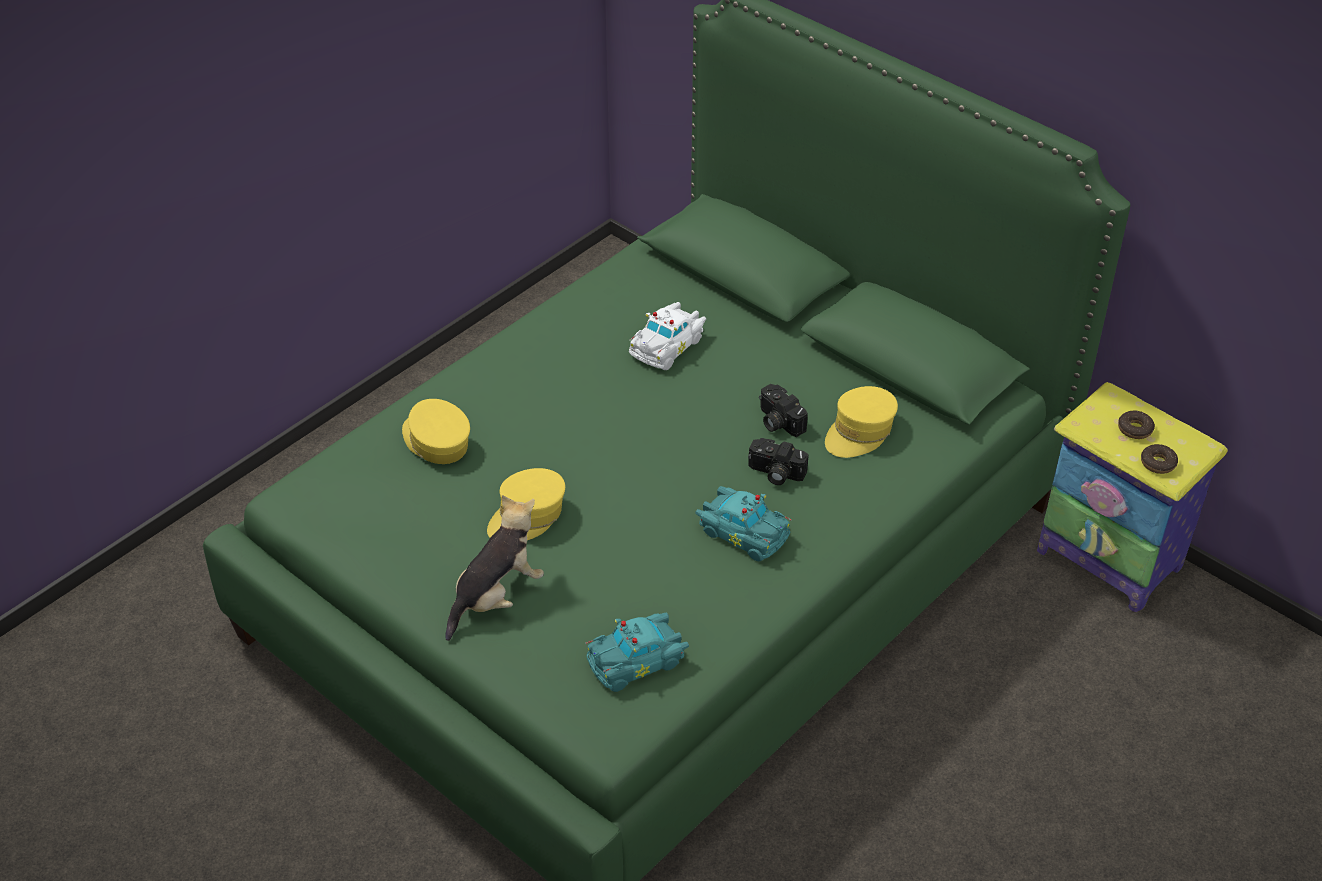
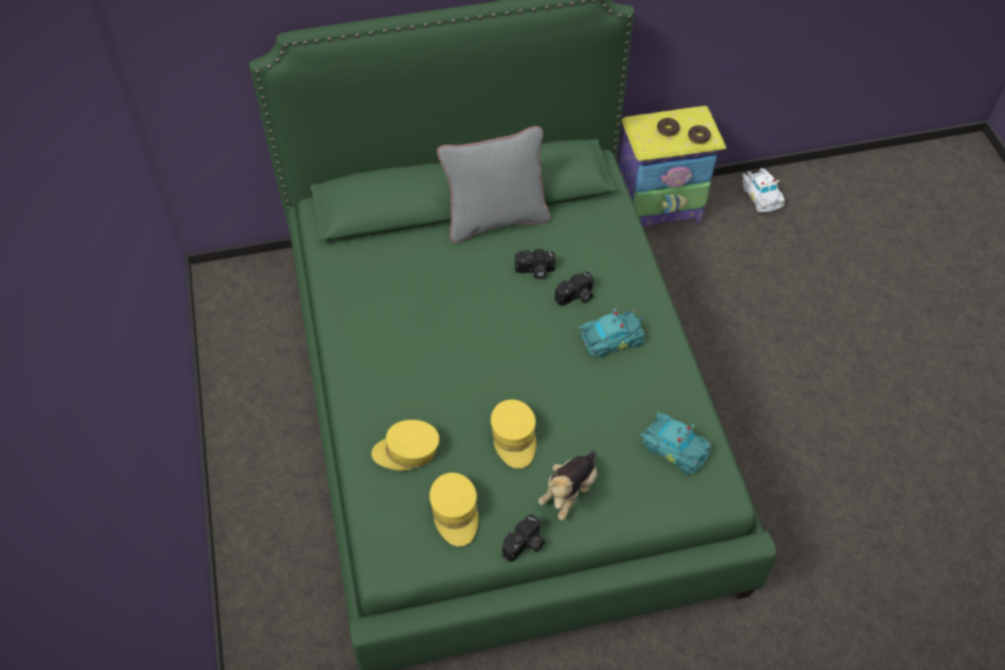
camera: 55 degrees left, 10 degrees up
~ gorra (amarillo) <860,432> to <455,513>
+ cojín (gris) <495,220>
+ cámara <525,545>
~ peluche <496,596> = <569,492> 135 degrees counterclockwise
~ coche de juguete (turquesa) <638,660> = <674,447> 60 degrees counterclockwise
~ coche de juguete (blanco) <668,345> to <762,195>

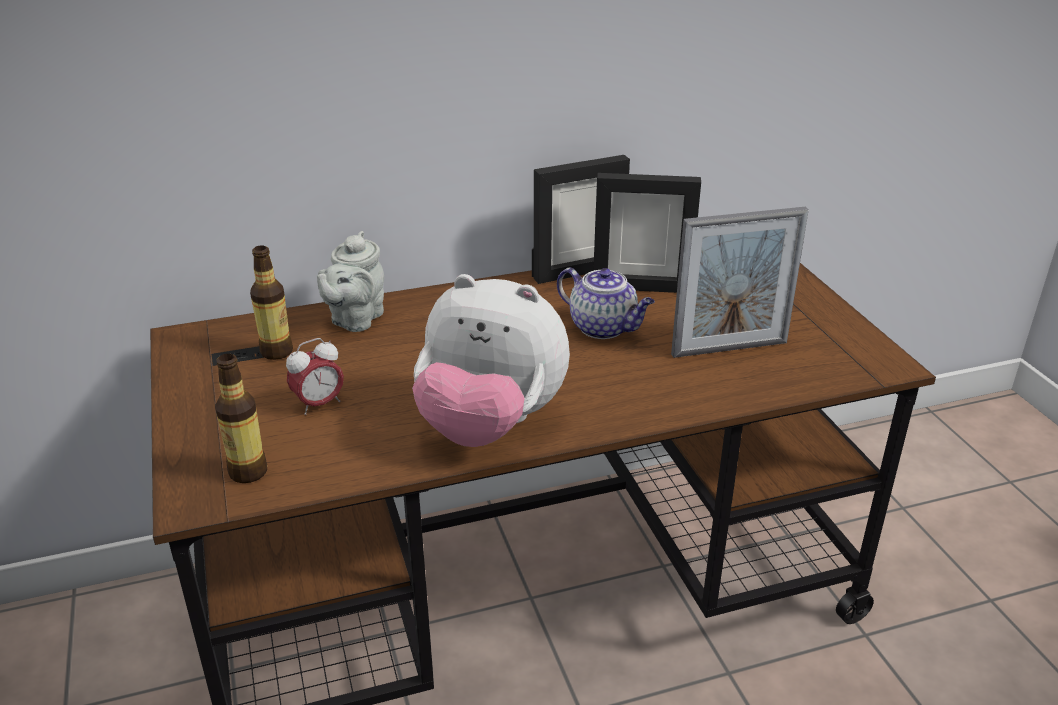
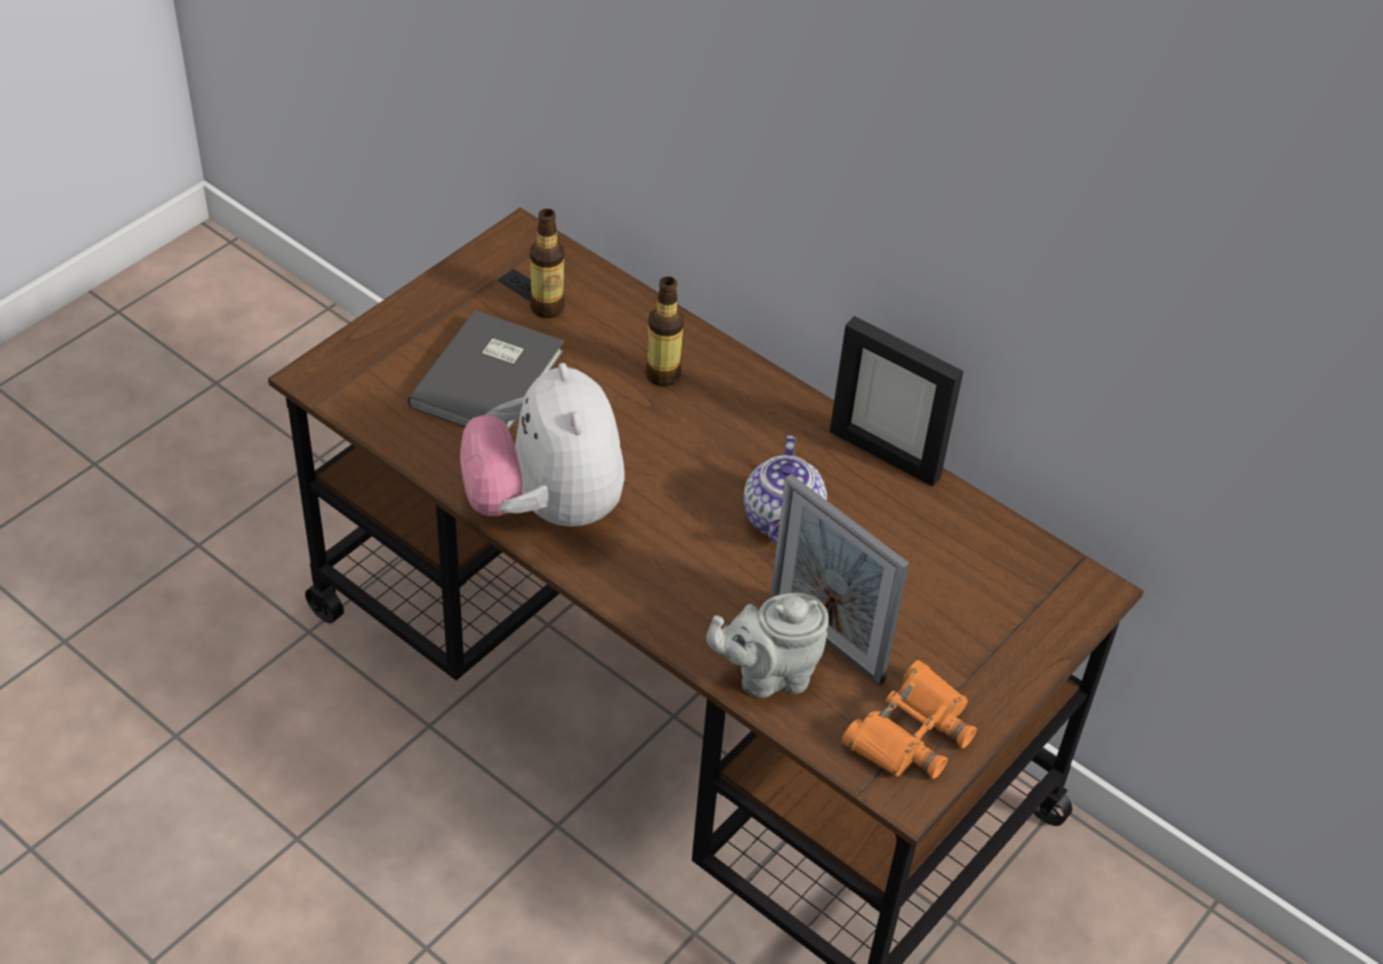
camera: 55 degrees right, 15 degrees up
~ despertador <319,404> to libro (gris) <492,378>
~ botella <248,472> to <663,375>
~ tetera (gris) <355,320> to <768,675>
+ prismáticos (naranja) <911,732>
- portarretratos <641,286>

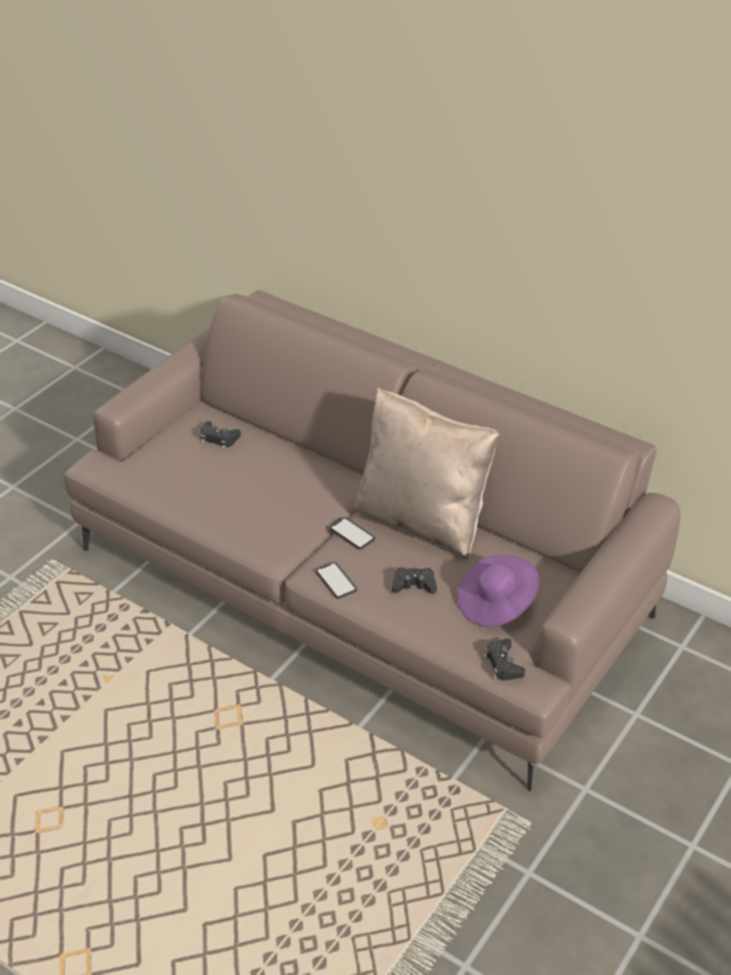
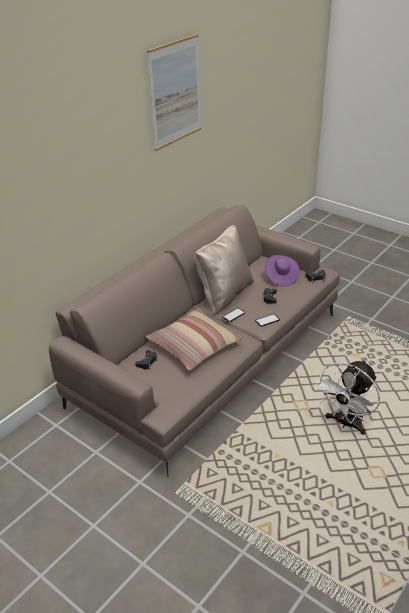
camera: 85 degrees left, 5 degrees down
+ cojín <194,345>
+ cuadro <175,92>
+ ventilador (blanco) <346,423>

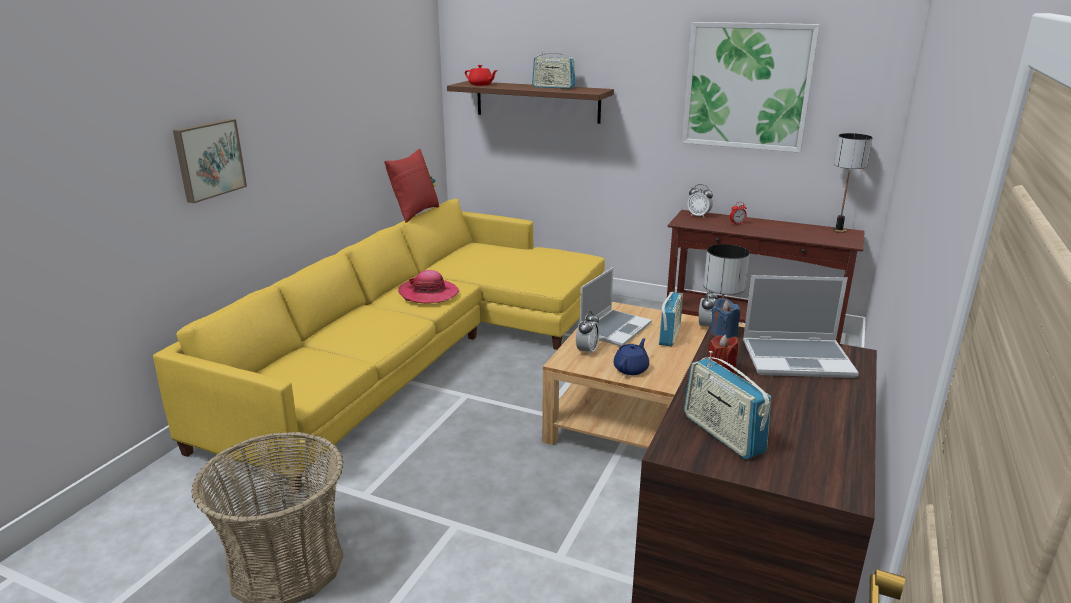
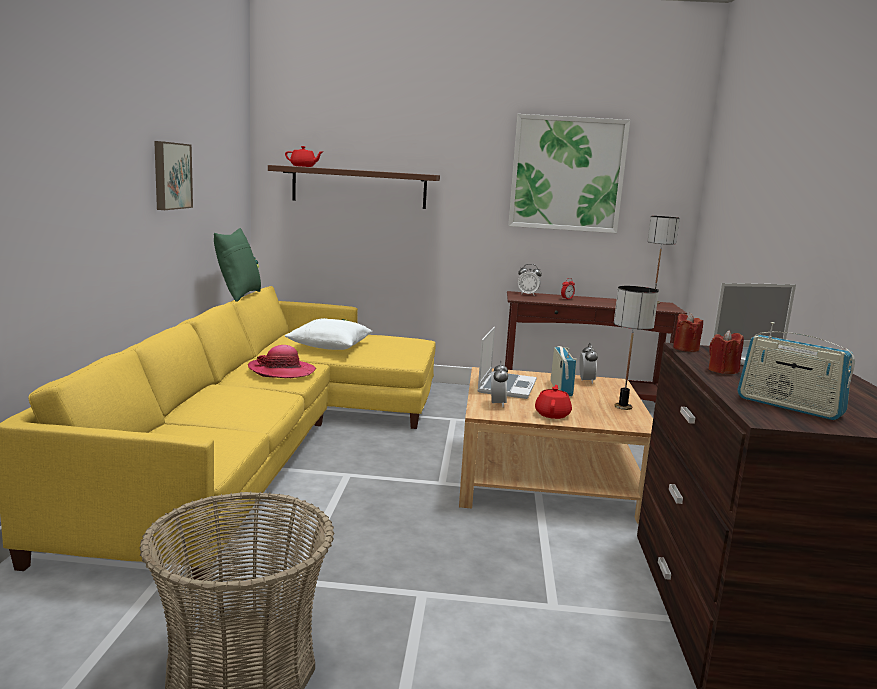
camera: 20 degrees left, 10 degrees down
~ cuadro <208,159> to <170,175>
~ cojín (rojo) <415,214> to cojín (verde) <239,296>
+ cojín (blanco) <330,346>
~ tetera (azul) <631,369> to tetera (rojo) <552,414>
~ vela (azul) <723,334> to vela (rojo) <685,348>
- radio <553,87>

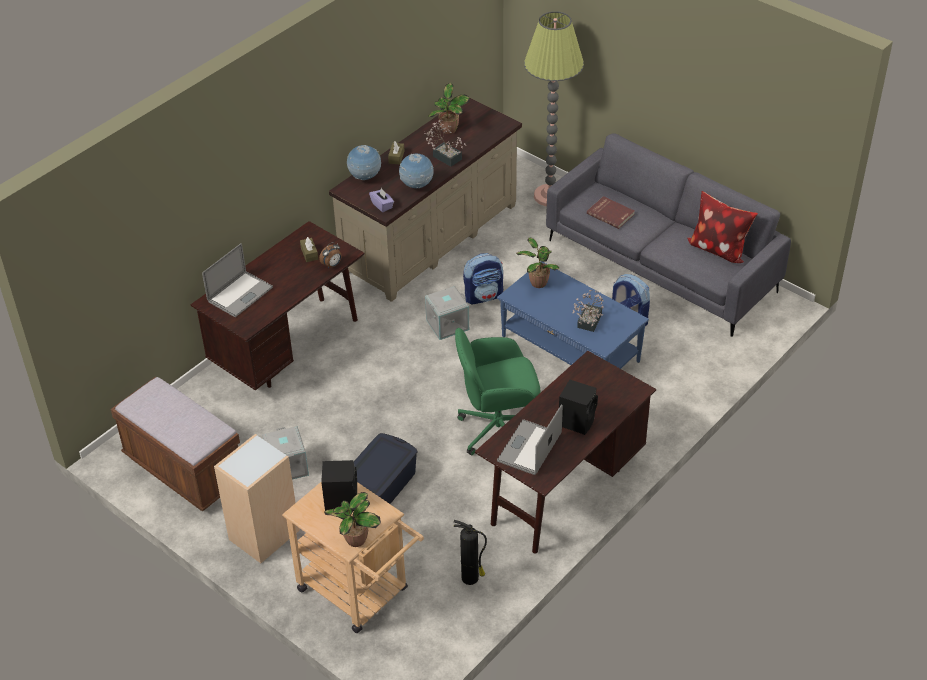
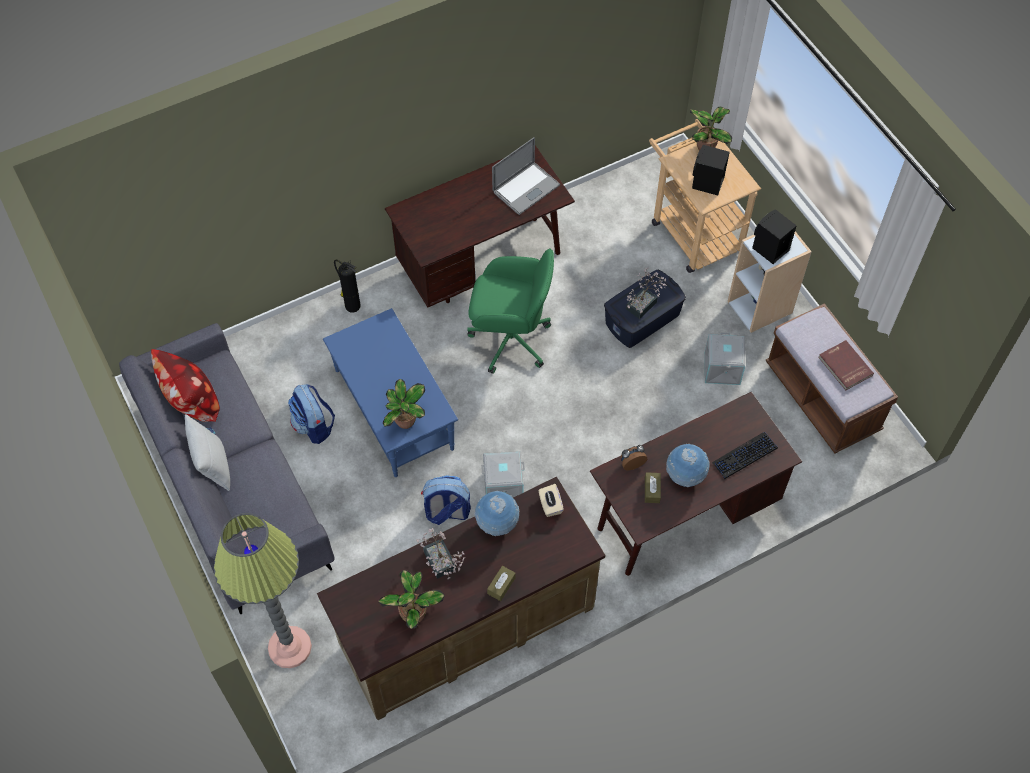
camera: 160 degrees left, 15 degrees up
+ cojín (gris) <213,467>
~ extintor <471,578> to <352,305>
~ caja de pañuelos (morado) <382,205> to caja de pañuelos (beis) <550,505>
~ planta en maceta <588,323> to <644,303>
~ globo terráqueo <365,177> to <685,476>
~ portátil <240,294> to teclado <744,456>
~ altavoz (negro) <577,421> to <769,249>
~ libro (rojo) <611,213> to <844,366>

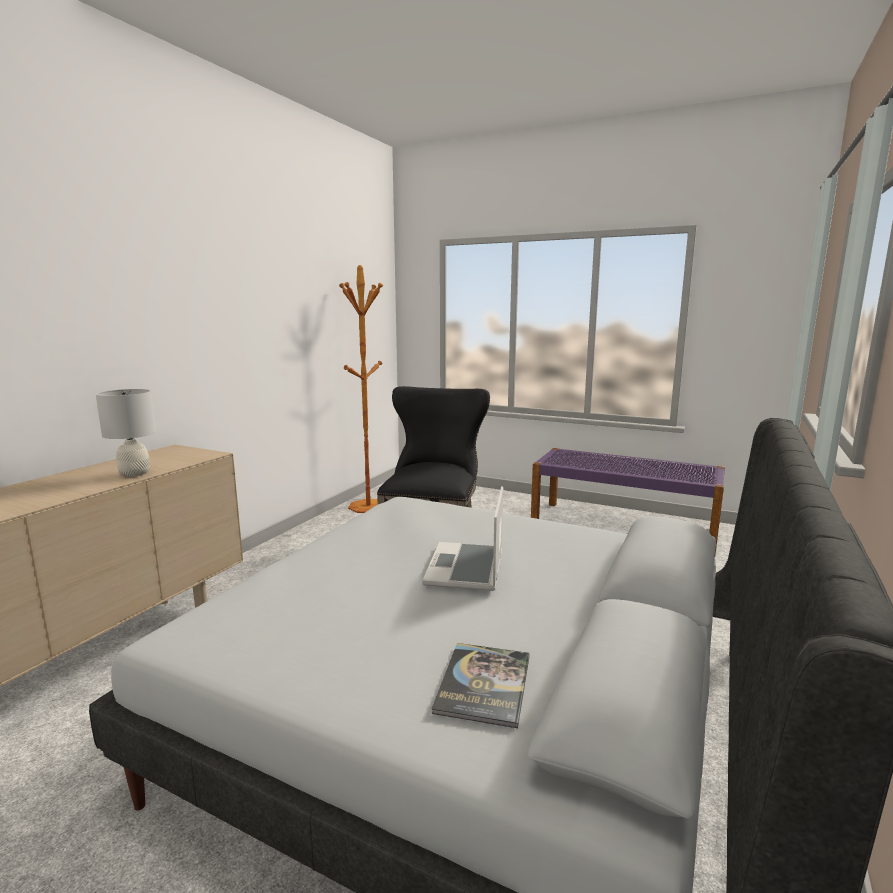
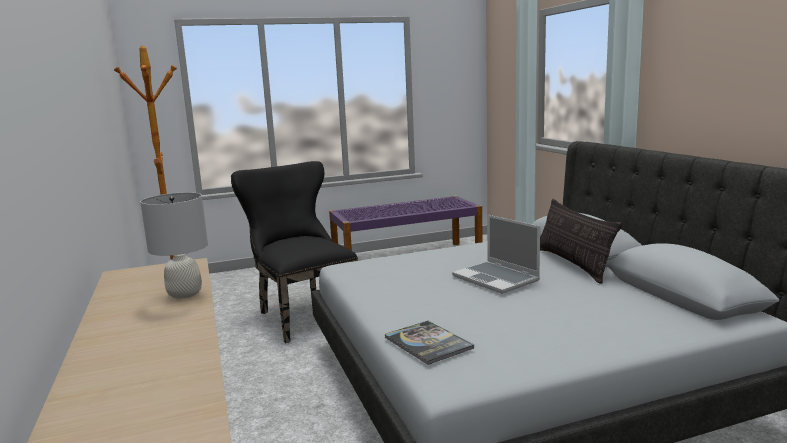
camera: 45 degrees left, 0 degrees up
~ libro <484,684> to <428,343>
+ cojín <572,264>

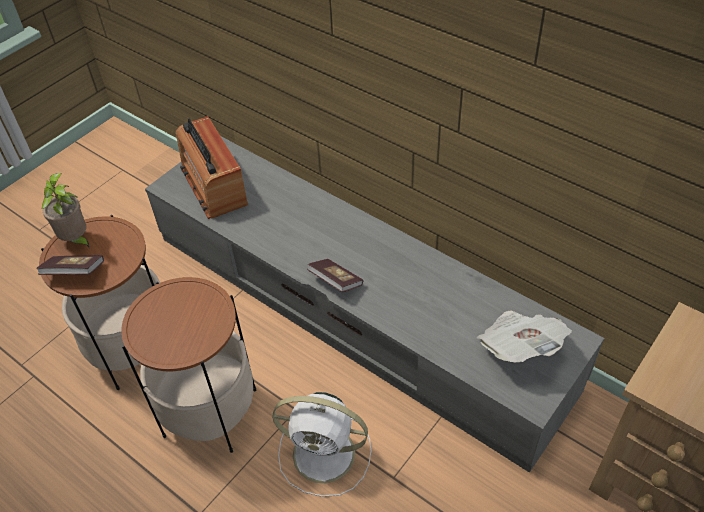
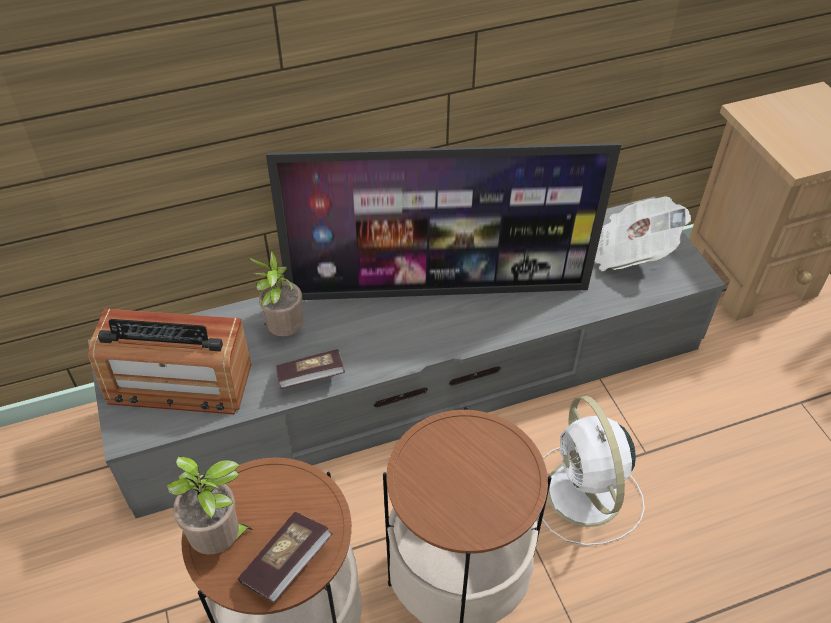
camera: 60 degrees left, 0 degrees up
+ planta en maceta <284,331>
+ televisor <439,291>
~ libro <335,282> to <311,377>
~ ventilador (blanco) <327,454> = <585,496> 120 degrees clockwise

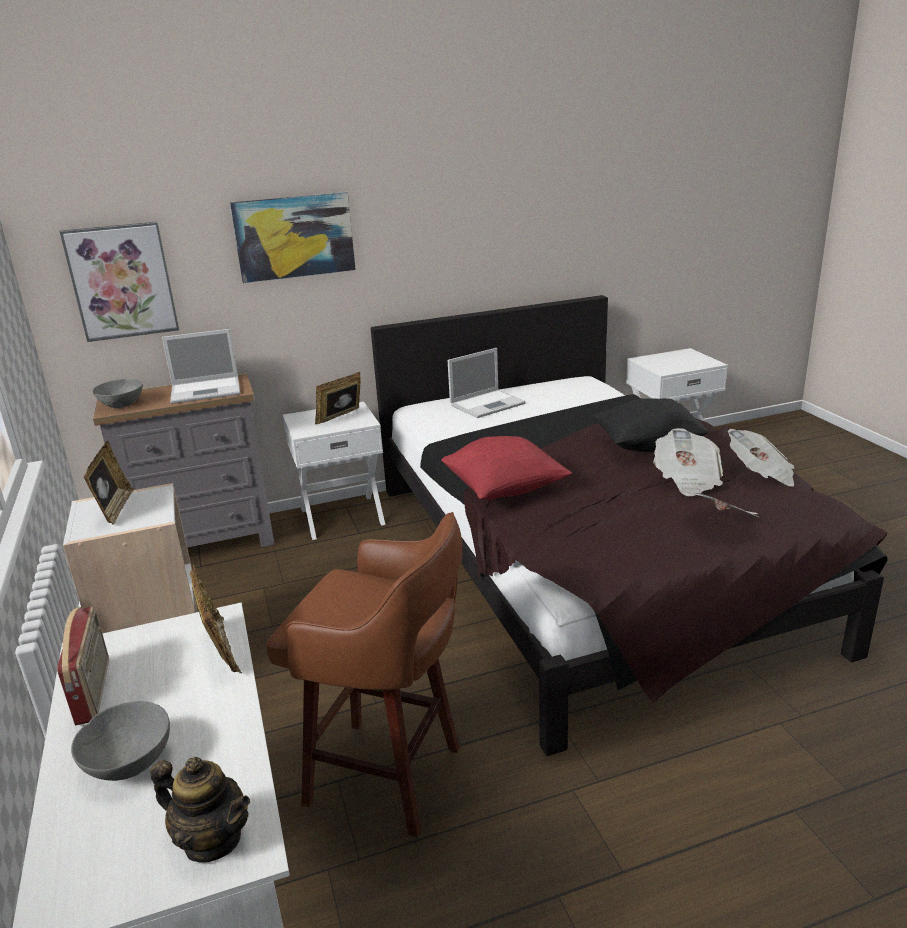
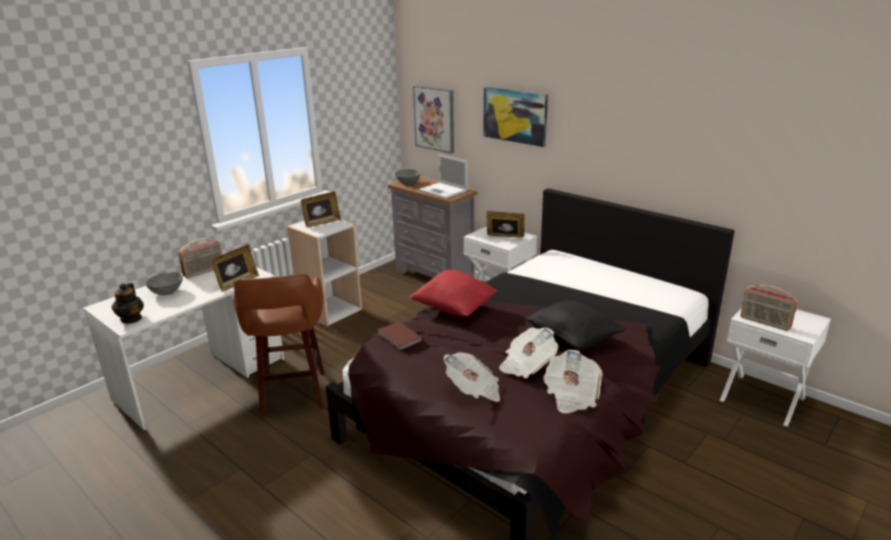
camera: 60 degrees right, 0 degrees up
+ libro (marrón) <399,338>
+ radio <764,322>
- portátil <488,404>

